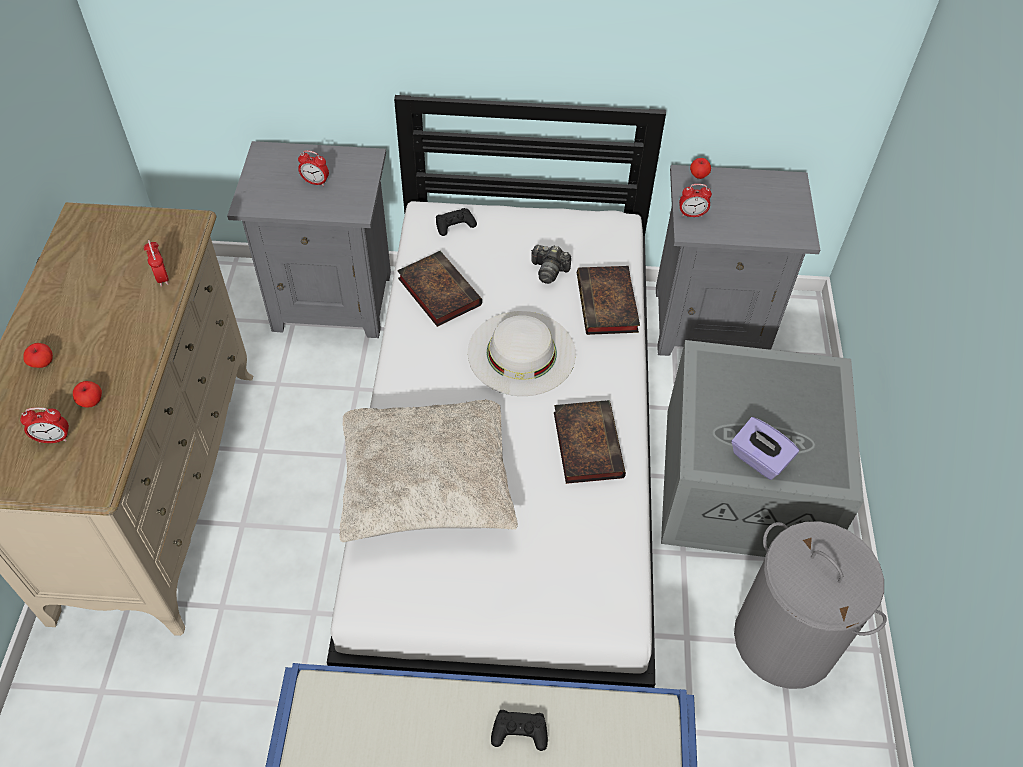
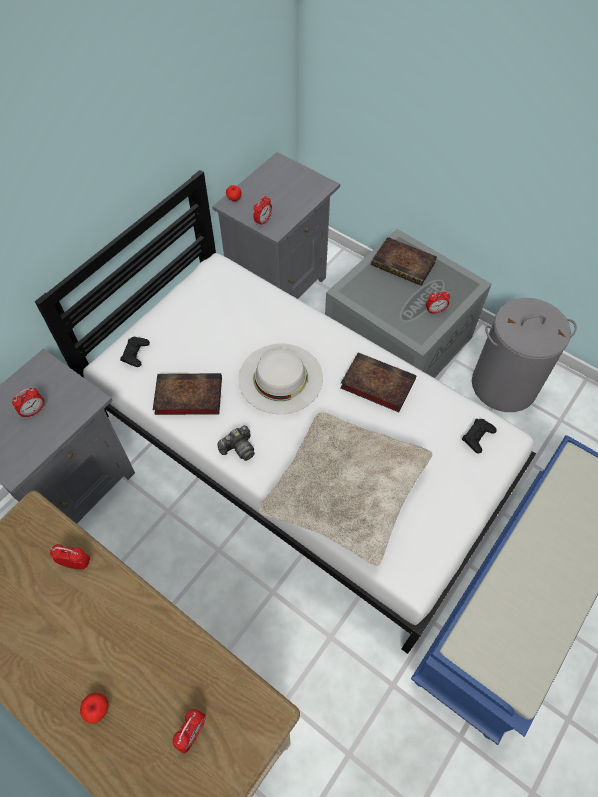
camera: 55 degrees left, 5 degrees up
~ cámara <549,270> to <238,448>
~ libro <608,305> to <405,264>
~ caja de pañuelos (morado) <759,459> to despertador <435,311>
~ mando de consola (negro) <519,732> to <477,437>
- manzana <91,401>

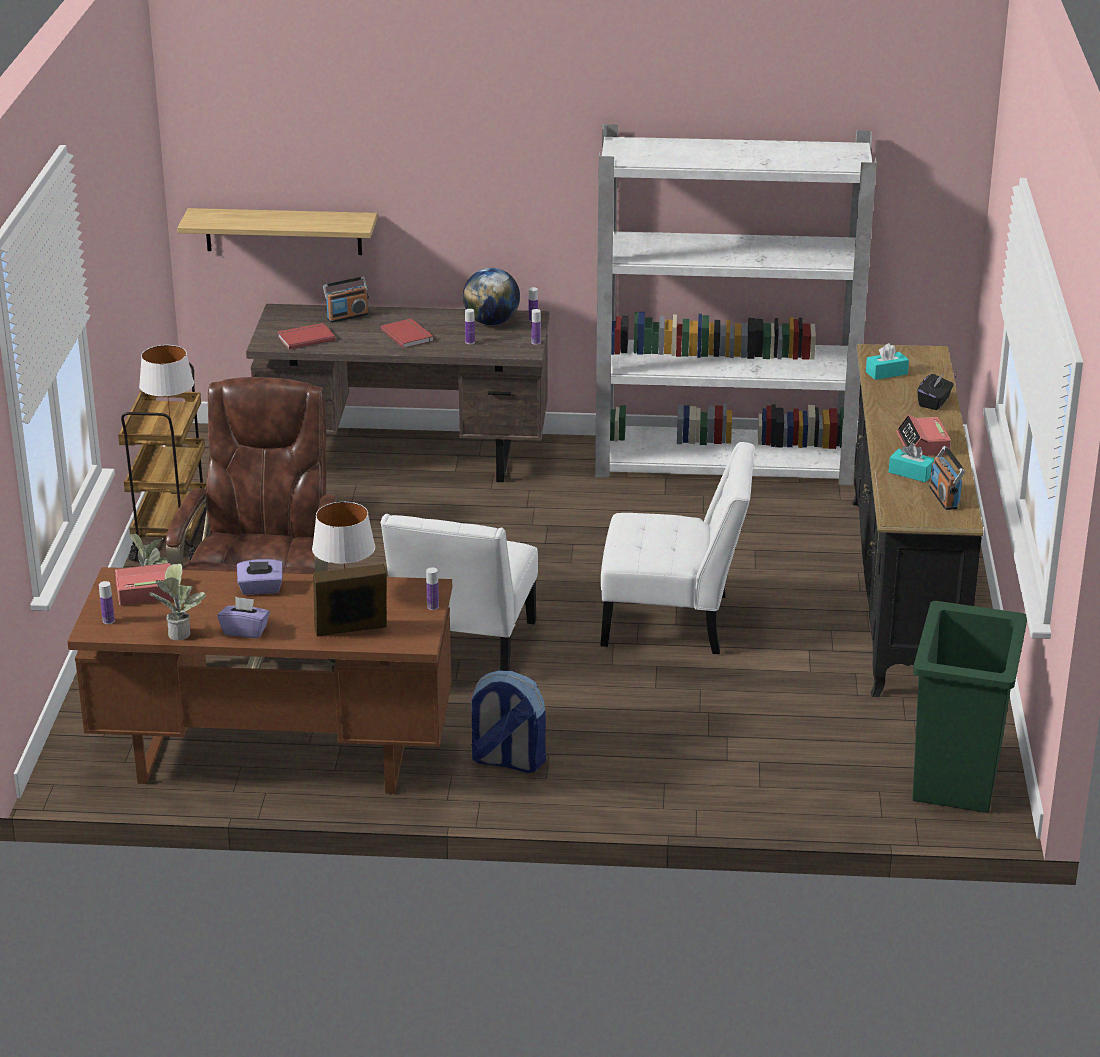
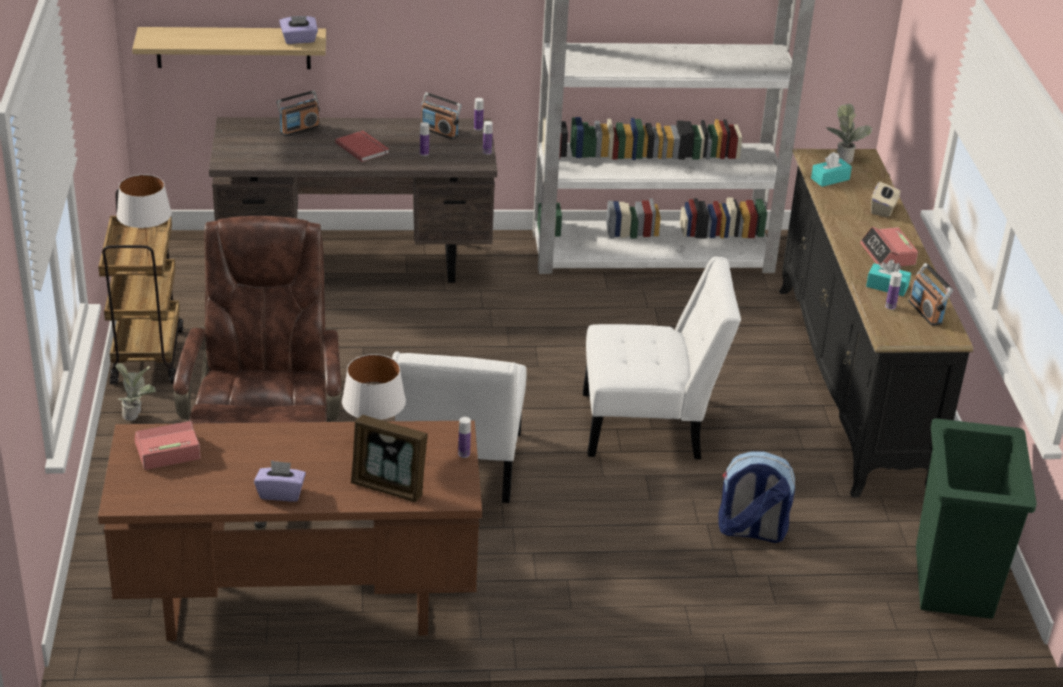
camera: 10 degrees left, 5 degrees up
~ caja de pañuelos (morado) <260,589> to <299,40>
~ portarretratos <351,631> = <389,487> 135 degrees counterclockwise
~ globo terráqueo <491,322> to radio <439,132>
~ mochila <506,761> to <750,531>
~ planta en maceta <180,631> to <843,157>
~ caja de pañuelos (negro) <934,402> to caja de pañuelos (beis) <883,209>
~ botella <108,621> to <890,306>
- libro (rojo) <305,338>

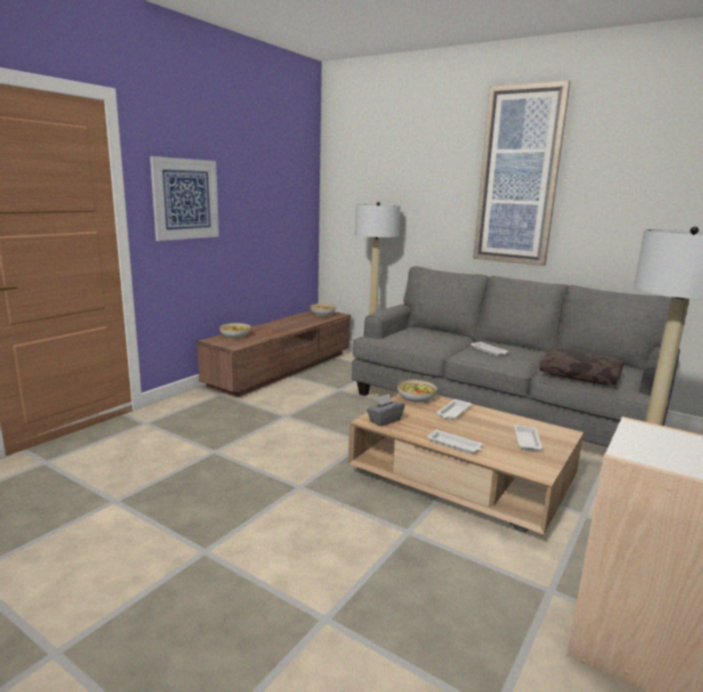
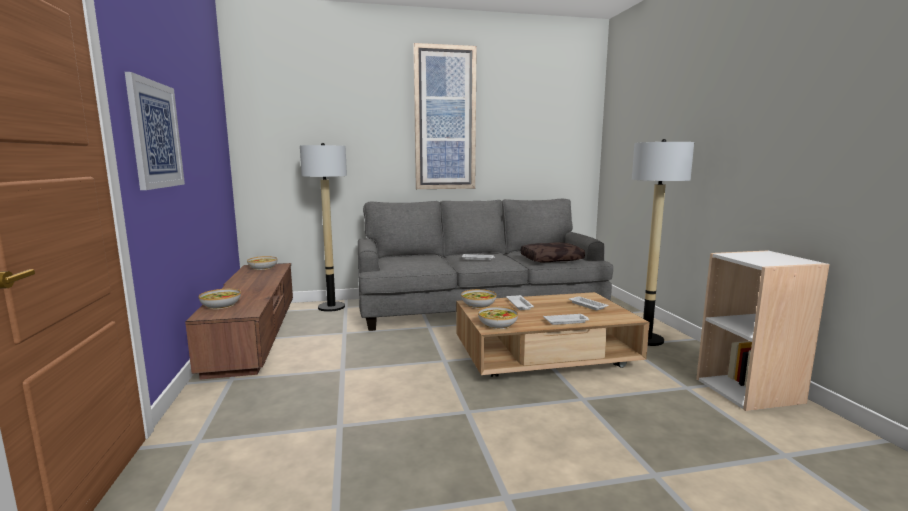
camera: 45 degrees left, 5 degrees down
~ caja de pañuelos (gris) <384,420> to cuenco <497,324>

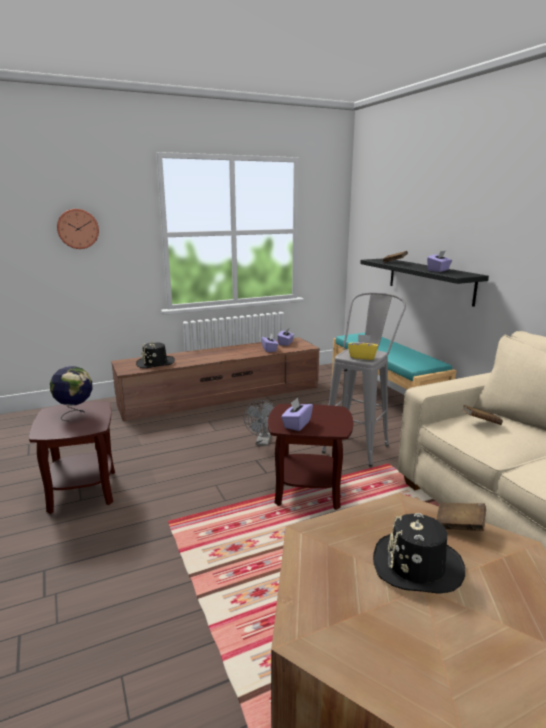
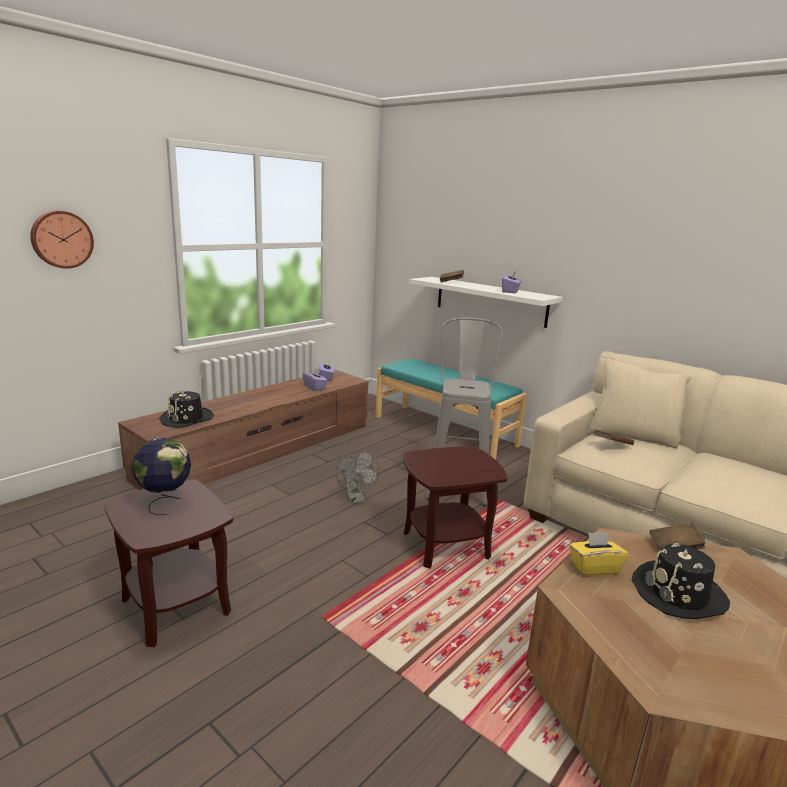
camera: 25 degrees left, 0 degrees up
~ estante (negro) <429,280> to estante (blanco) <490,301>
~ caja de pañuelos (amarillo) <362,357> to <594,567>
- caja de pañuelos (morado) <296,424>

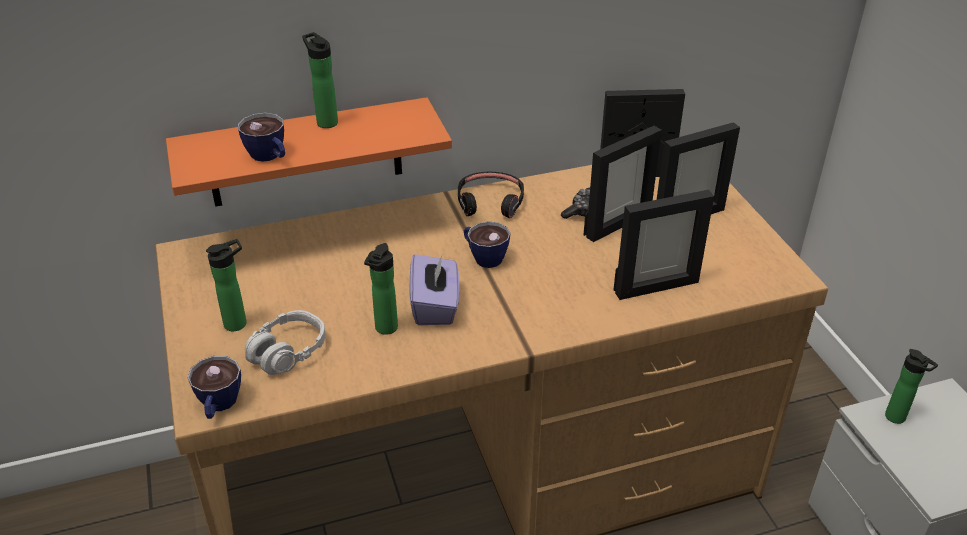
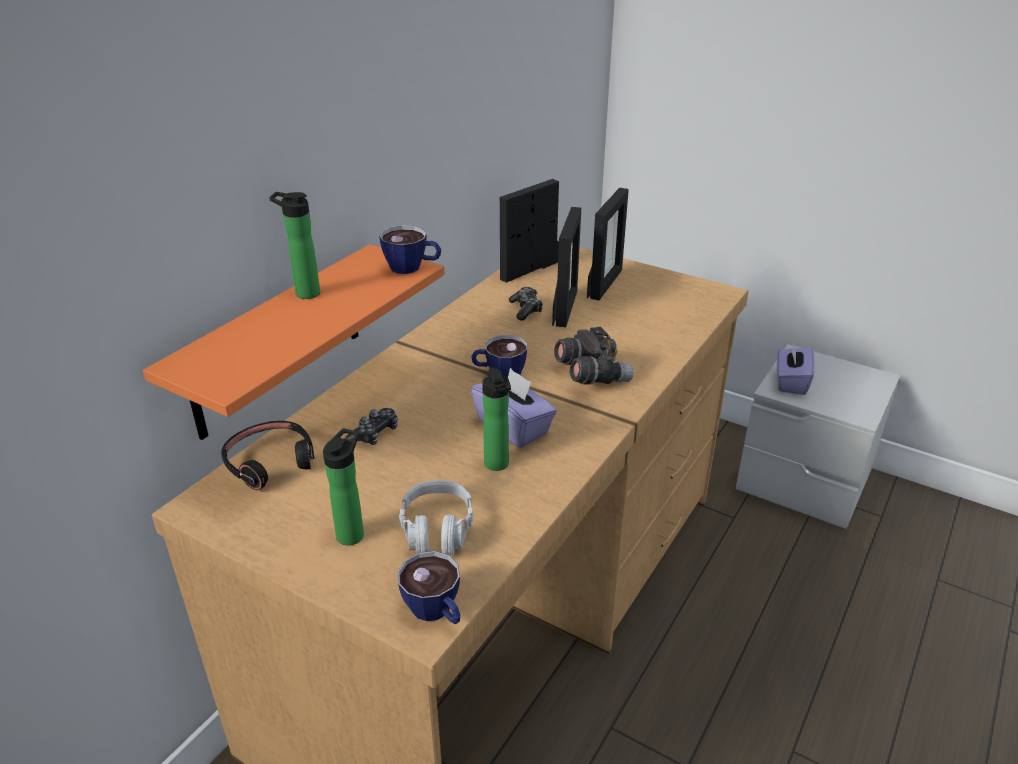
camera: 40 degrees left, 5 degrees down
~ auriculares (negro) <490,202> to <270,462>
+ mando de consola <374,434>
~ taza <269,157> to <412,268>
+ prismáticos (gris) <591,376>
~ botella <898,418> to caja de pañuelos (morado) <791,382>
- portarretratos <656,286>

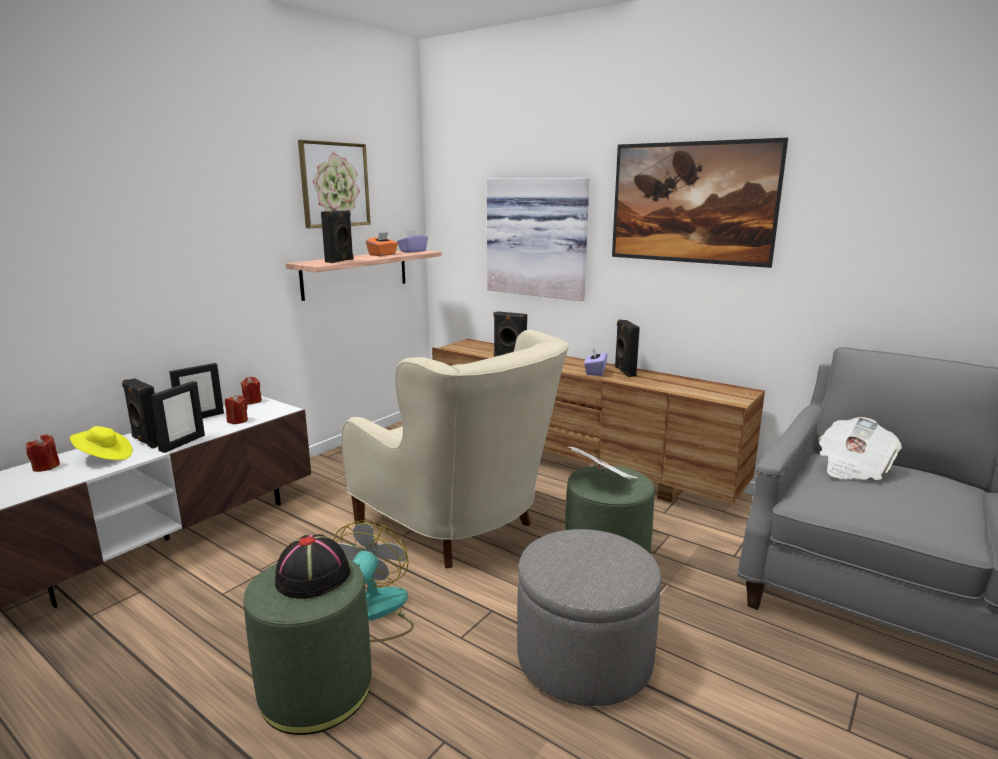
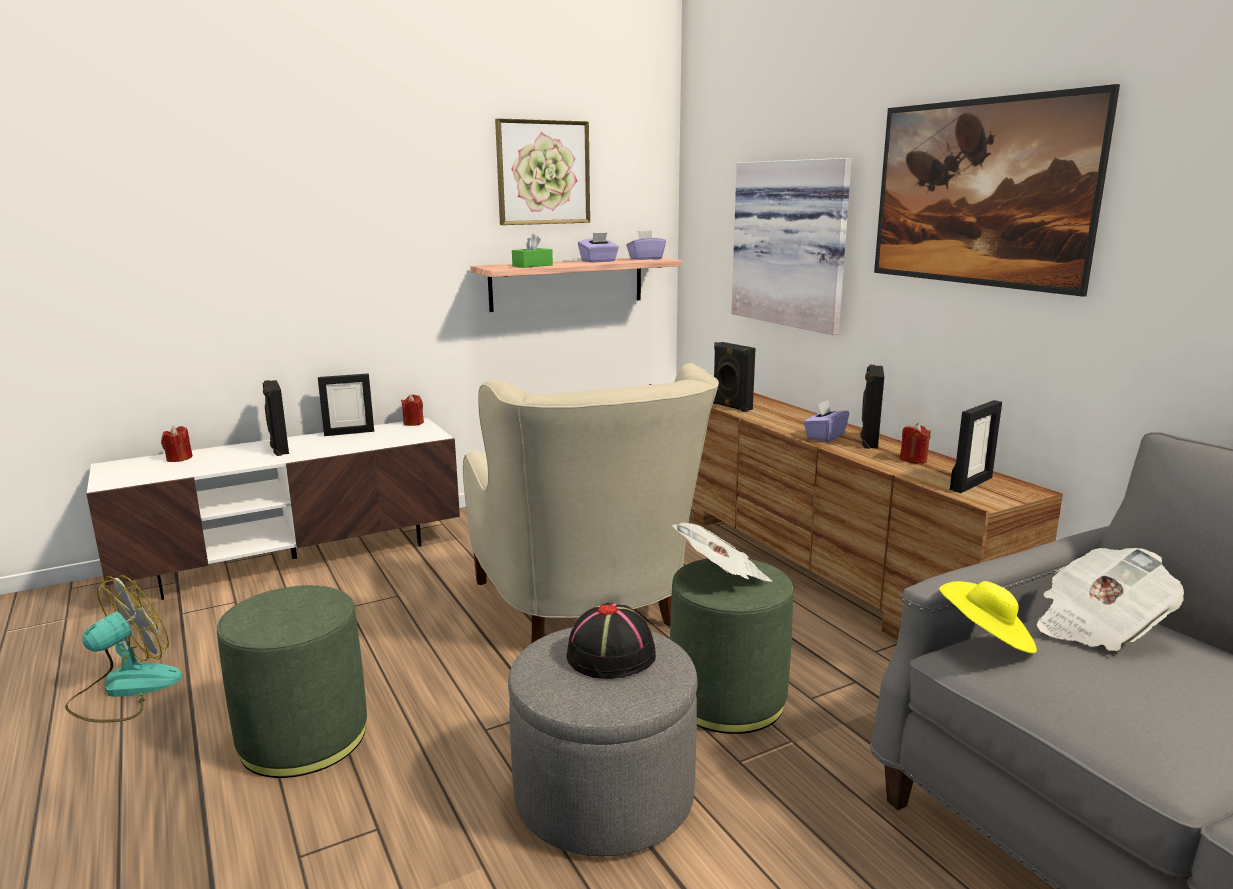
camera: 25 degrees right, 0 degrees up
~ ventilador <374,613> to <125,689>
~ altavoz (negro) <340,261> to caja de pañuelos (verde) <532,265>
~ sombrero (negro) <313,576> to <611,654>
~ caja de pañuelos (naranja) <382,255> to caja de pañuelos (morado) <598,261>
~ vela (rojo) <237,421> to <913,459>
~ sombrero (amarillo) <104,457> to <986,638>
~ portarretratos <182,443> to <971,484>

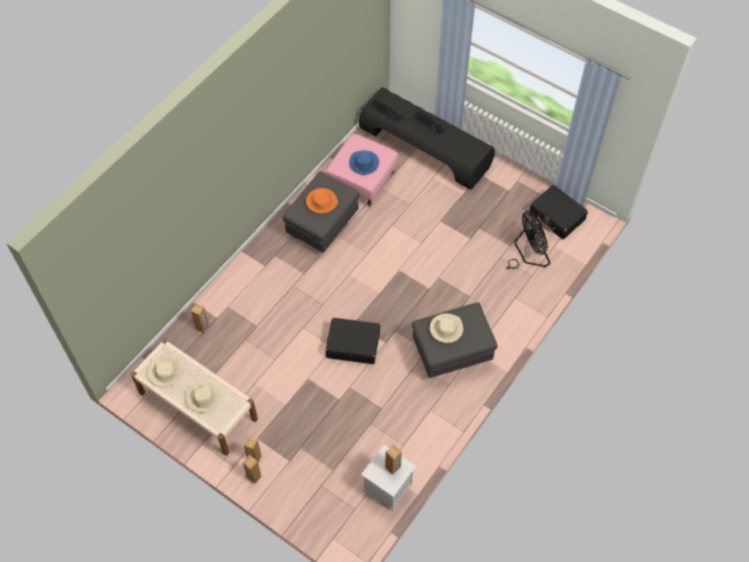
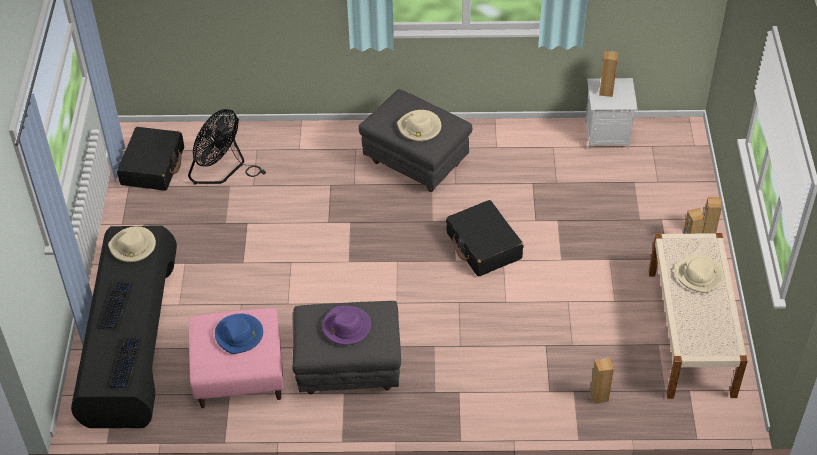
camera: 125 degrees left, 10 degrees down
~ sombrero (beis) <165,372> to <133,247>
~ sombrero (naranja) <321,202> to sombrero (morado) <346,327>

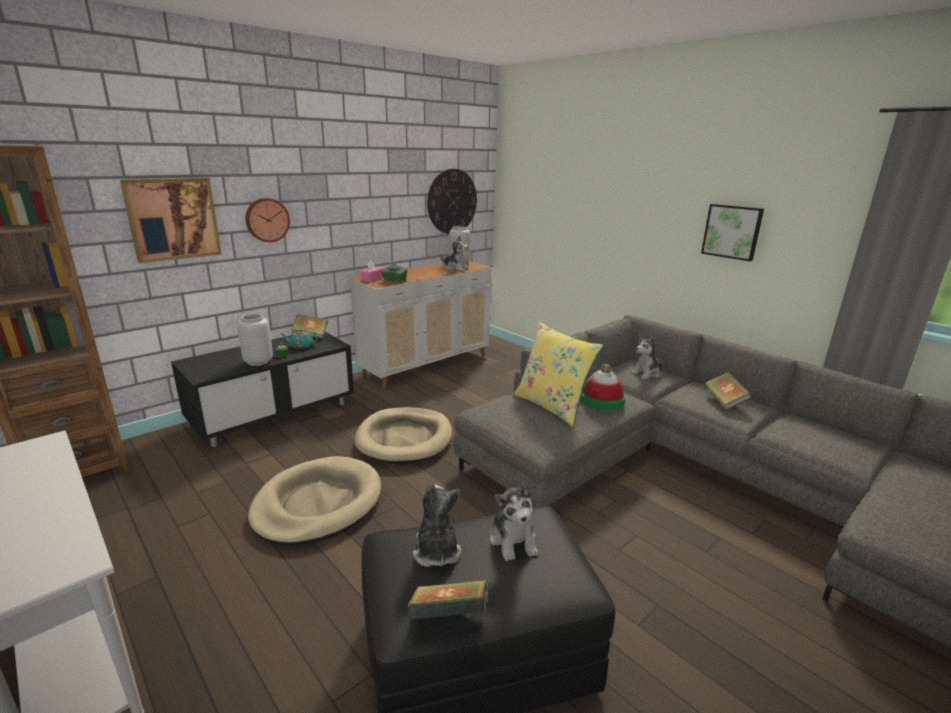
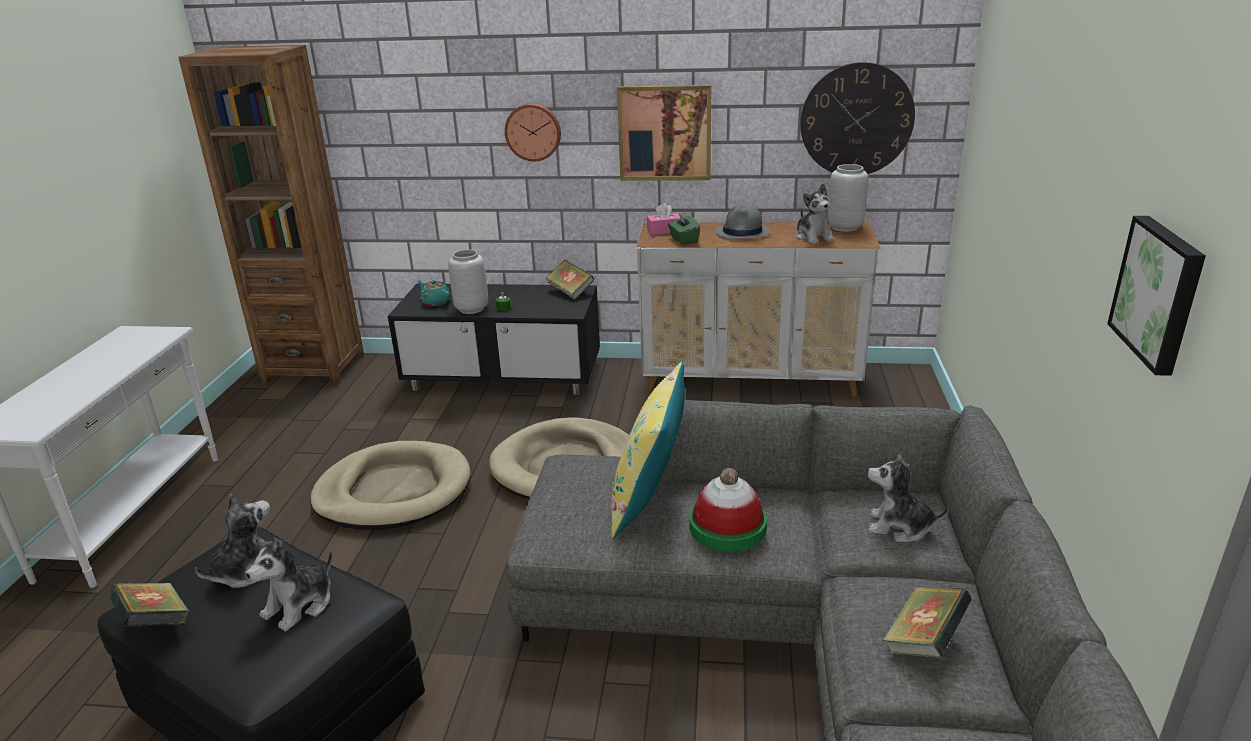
camera: 50 degrees right, 5 degrees up
~ tetera (turquesa) <301,346> to <435,302>
~ cuadro <173,219> to <664,133>
+ sombrero (gris) <742,232>

